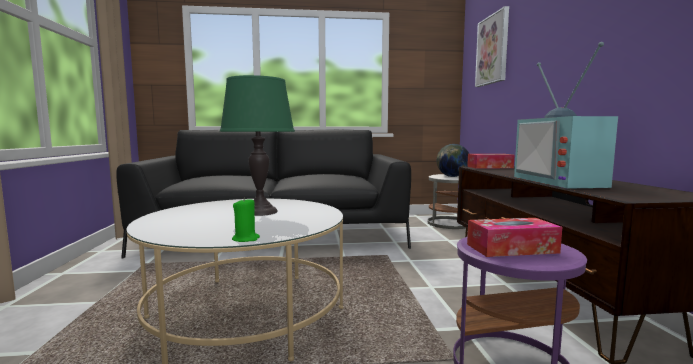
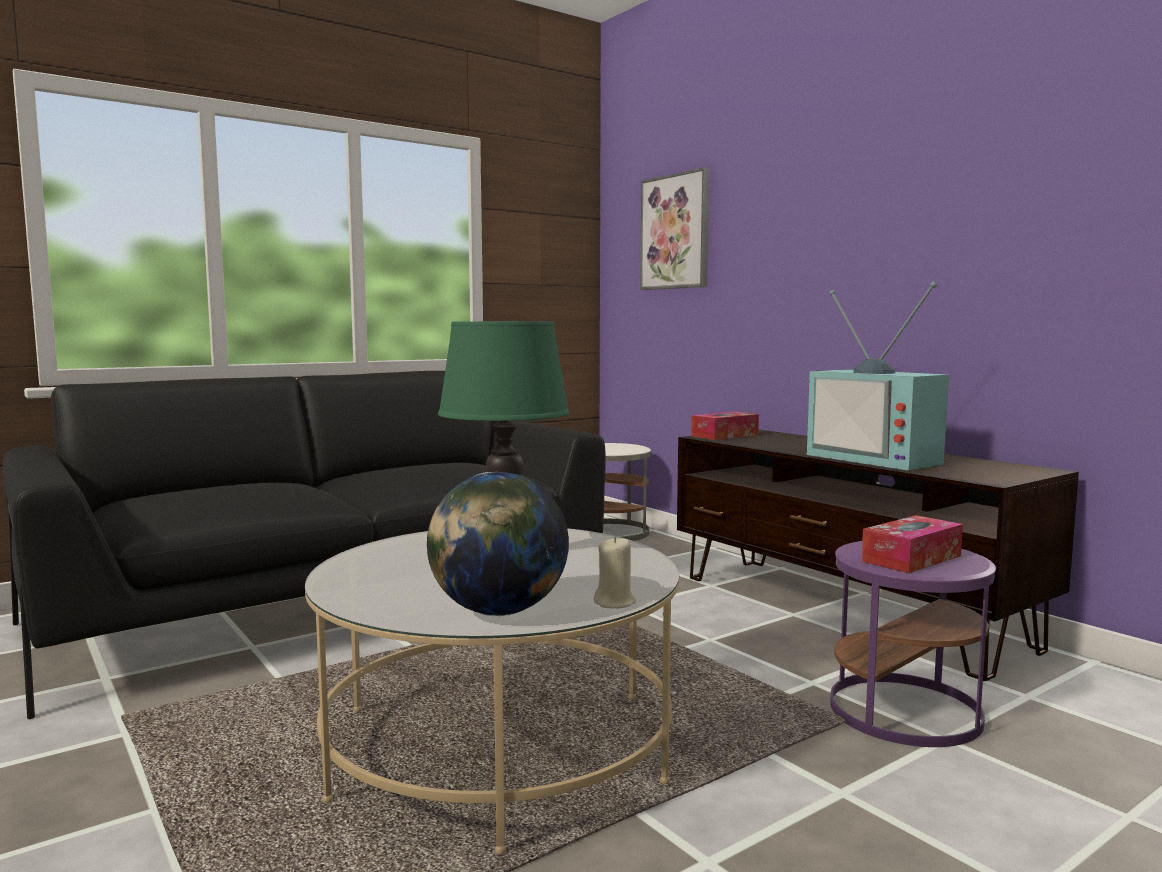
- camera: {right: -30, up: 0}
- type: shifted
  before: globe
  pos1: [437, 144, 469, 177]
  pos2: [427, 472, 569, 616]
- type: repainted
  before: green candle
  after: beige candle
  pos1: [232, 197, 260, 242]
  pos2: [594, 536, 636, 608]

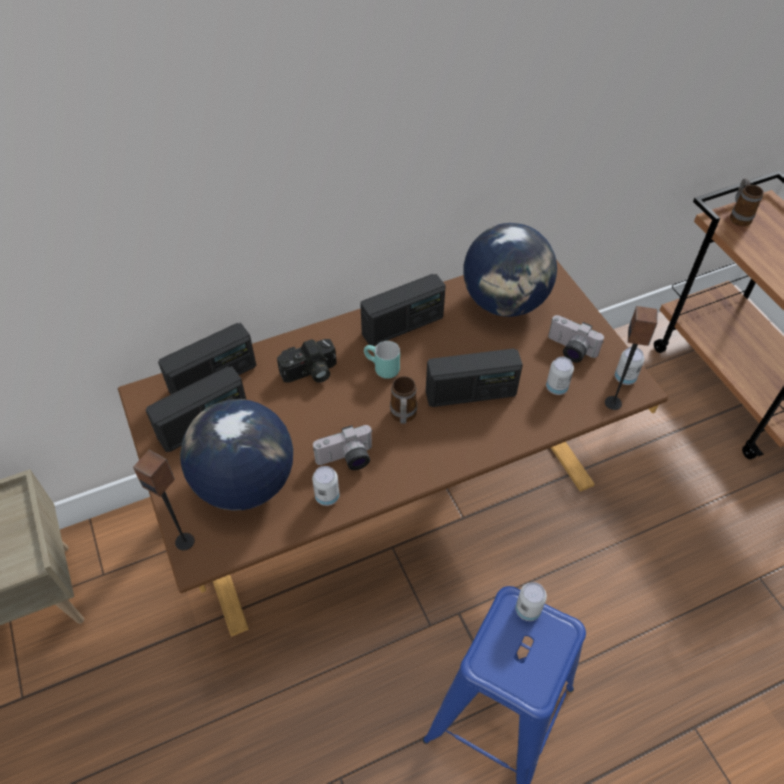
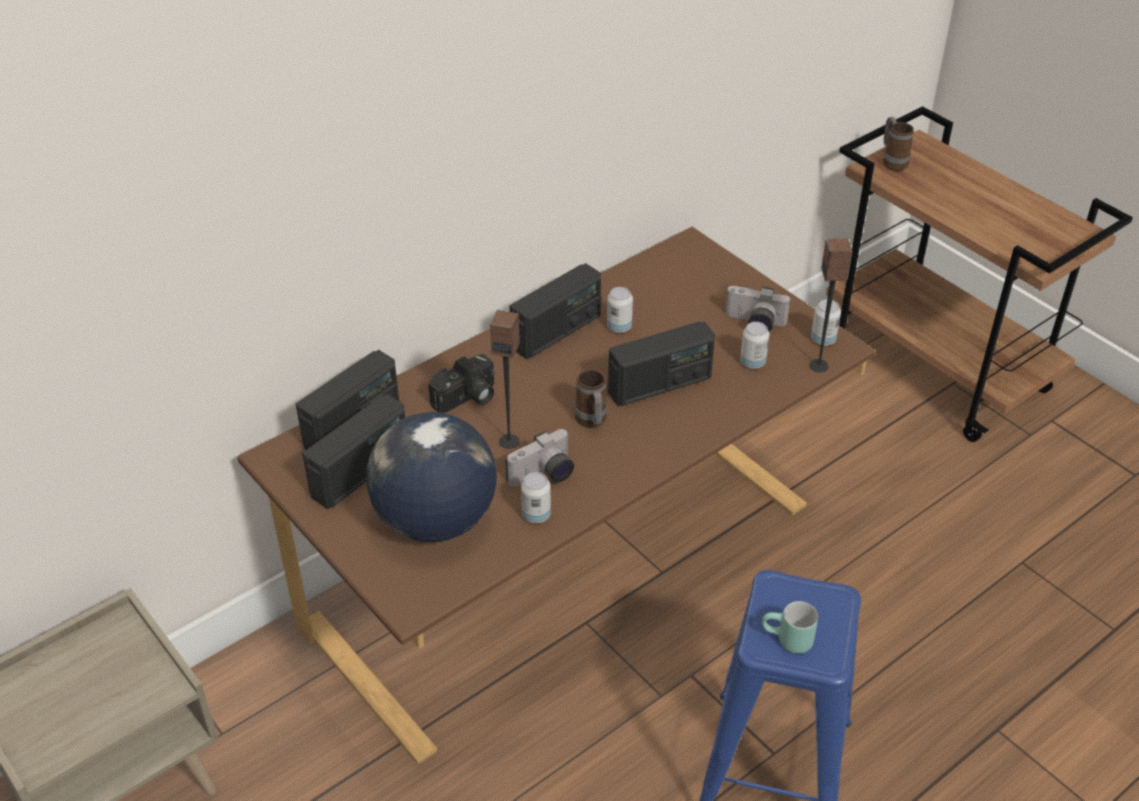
- camera: {right: -15, up: -10}
- type: gone
  before: globe
  pos1: [463, 223, 557, 317]
- type: shifted
  before: turquoise mug
  pos1: [364, 341, 400, 379]
  pos2: [762, 601, 818, 654]
- type: shifted
  before: speaker
  pos1: [133, 450, 195, 550]
  pos2: [490, 310, 520, 449]
- type: shifted
  before: can
  pos1: [516, 582, 547, 621]
  pos2: [607, 287, 633, 333]

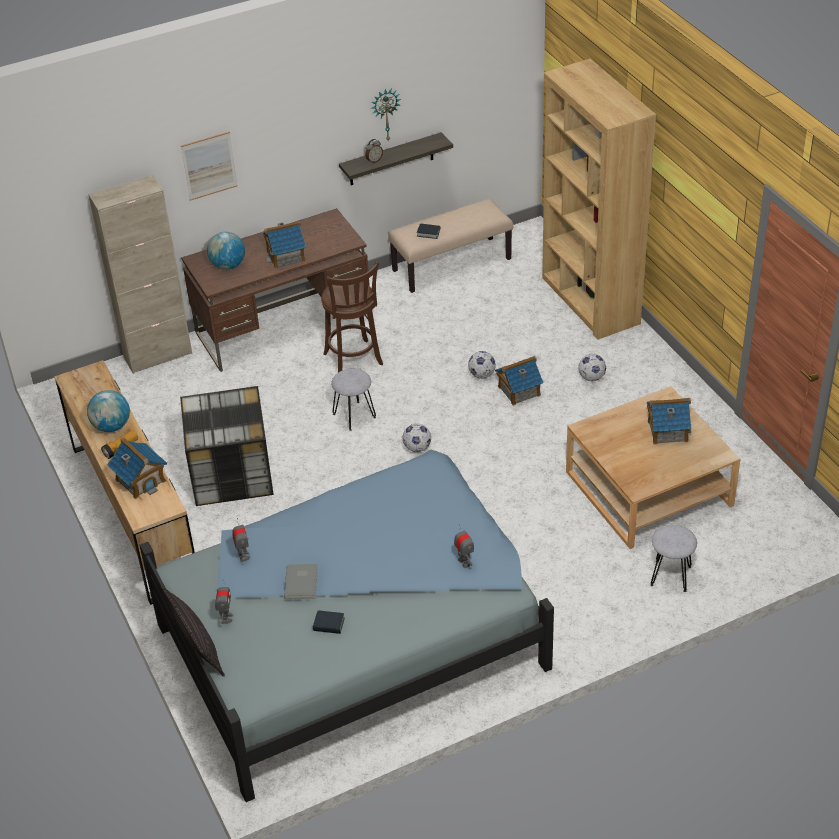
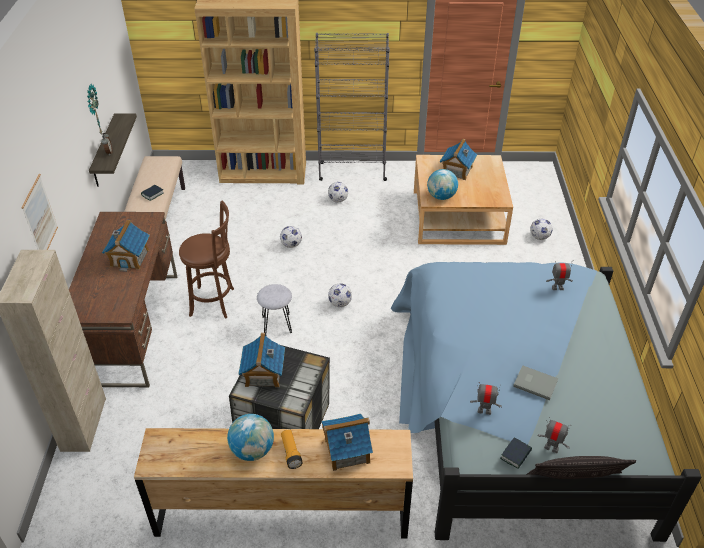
- camera: {right: -65, up: 0}
- type: shifted
  before: globe
  pos1: [207, 232, 245, 270]
  pos2: [427, 169, 458, 200]
- type: shifted
  before: toy house
  pos1: [495, 356, 544, 406]
  pos2: [238, 333, 285, 388]
- type: swapped
  before: grey stool
  after: football
  pos1: [651, 525, 697, 592]
  pos2: [530, 218, 552, 240]
- type: shifted
  before: book
  pos1: [313, 611, 345, 634]
  pos2: [500, 437, 532, 469]
- type: new
  after: grey bookcase
  pos2: [314, 33, 390, 181]

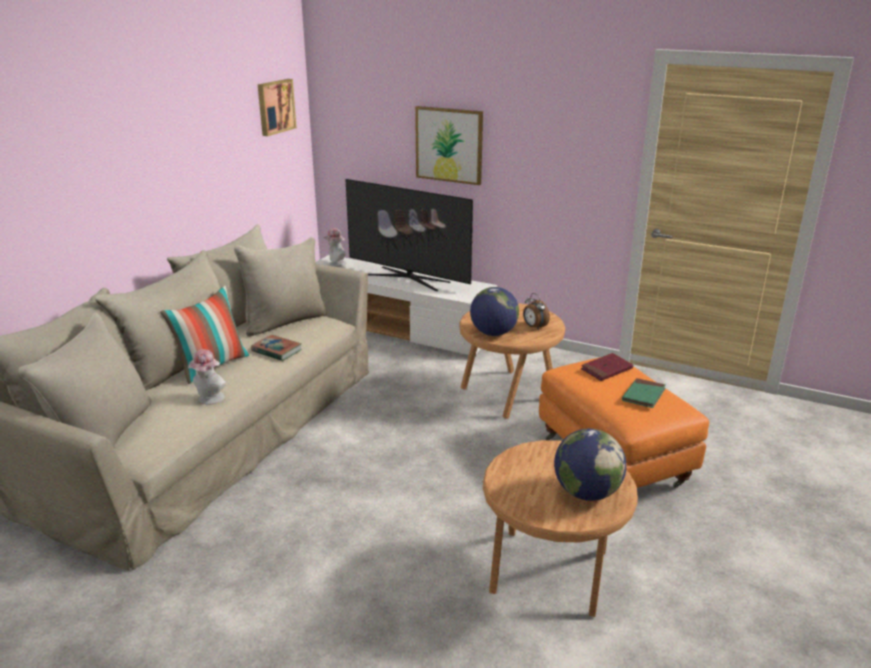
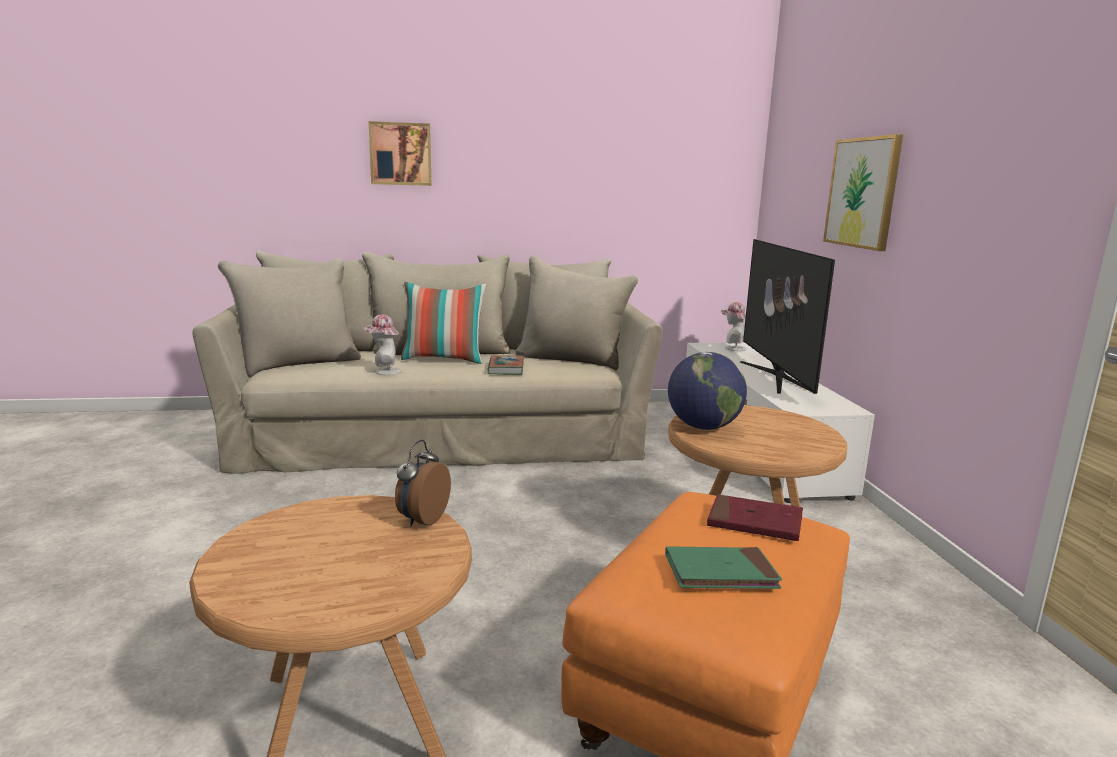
- camera: {right: 55, up: -10}
- type: shifted
  before: picture
  pos1: [258, 79, 297, 136]
  pos2: [368, 121, 431, 186]
- type: shifted
  before: alarm clock
  pos1: [523, 293, 550, 330]
  pos2: [395, 440, 451, 527]
- type: gone
  before: globe
  pos1: [554, 429, 626, 501]

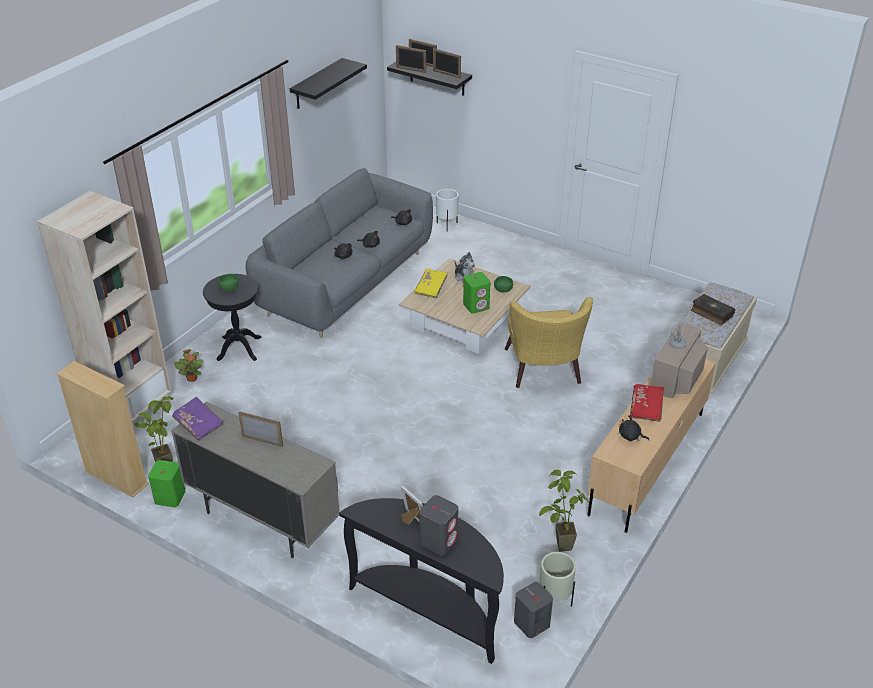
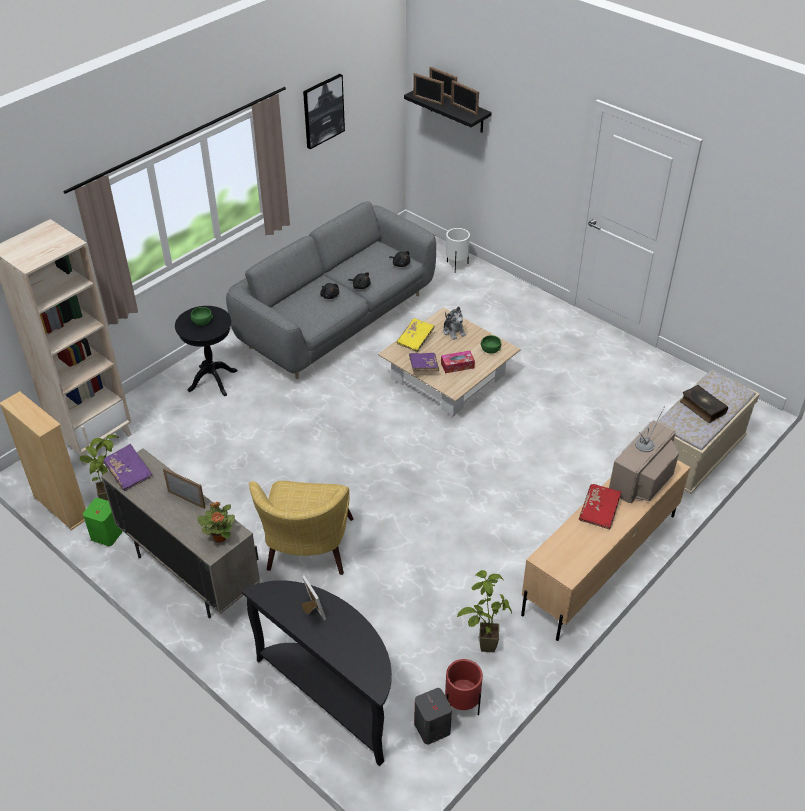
- camera: {right: 10, up: 5}
- type: swapped
  before: black shelf
  after: picture
  pos1: [290, 58, 367, 109]
  pos2: [303, 74, 345, 149]
- type: swapped
  before: green speaker
  after: tissue box
  pos1: [463, 272, 490, 314]
  pos2: [441, 351, 475, 373]
- type: shifted
  before: yellow armchair
  pos1: [505, 297, 593, 388]
  pos2: [249, 481, 353, 575]
- type: shifted
  before: potted plant
  pos1: [174, 349, 202, 382]
  pos2: [197, 502, 235, 543]
- type: gone
  before: black plush toy
  pos1: [619, 415, 649, 441]
- type: gone
  before: grey speaker
  pos1: [419, 495, 458, 555]
- type: repainted
  before: beige planter
  after: red planter
  pos1: [539, 552, 576, 607]
  pos2: [445, 659, 483, 716]
- type: new
  after: purple book
  pos2: [409, 353, 439, 372]

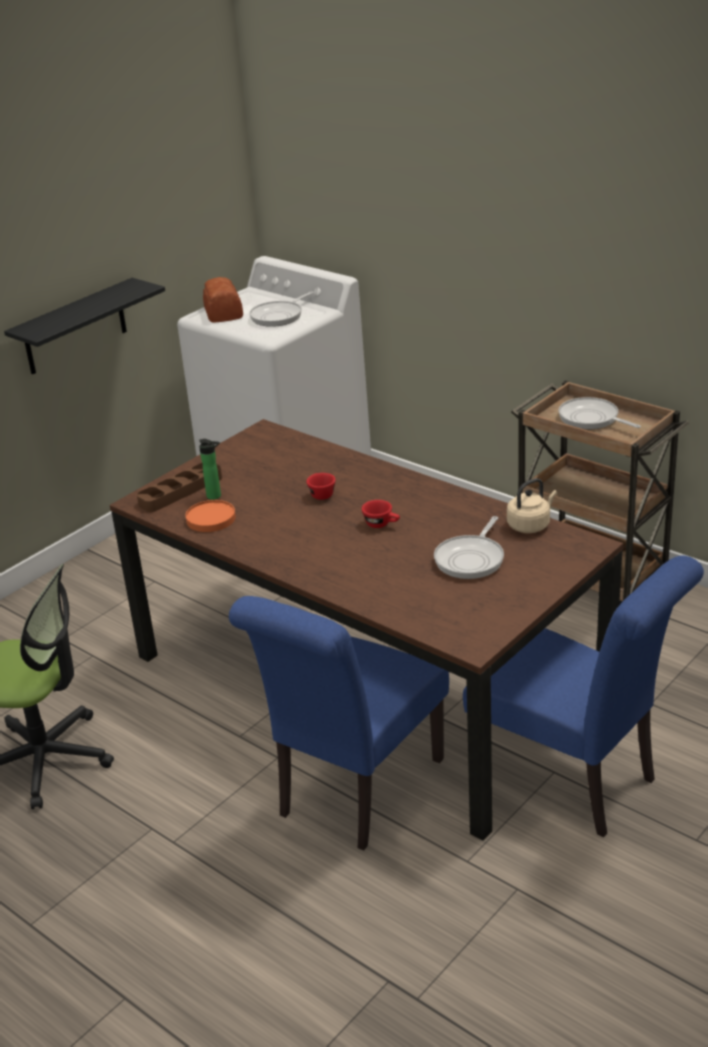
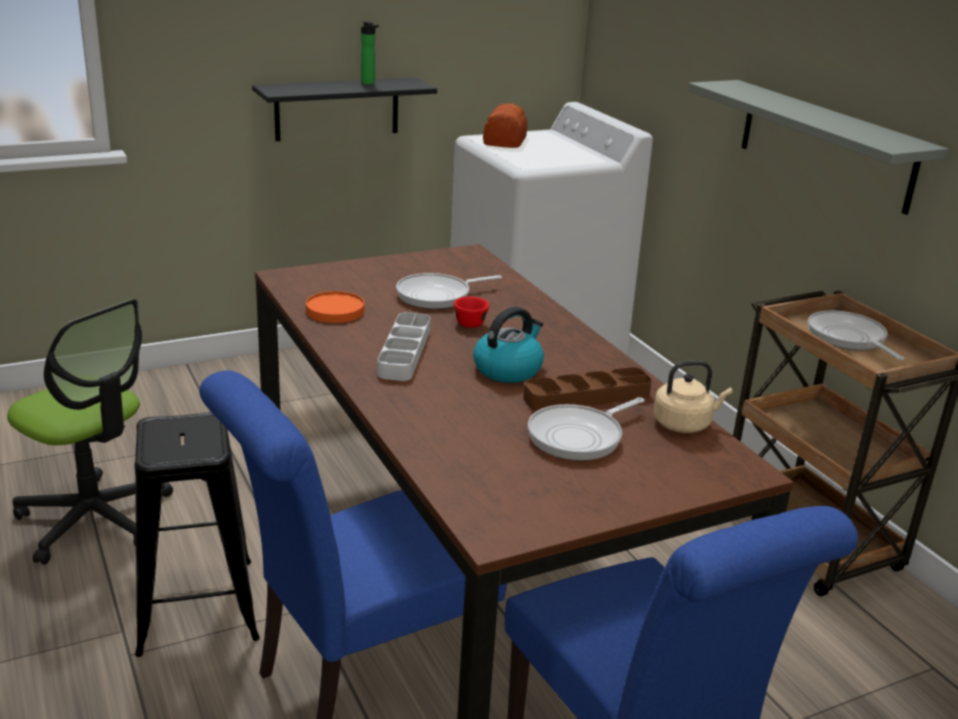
- camera: {right: 20, up: -5}
- type: shifted
  before: frying pan
  pos1: [249, 292, 314, 327]
  pos2: [396, 273, 502, 309]
- type: shifted
  before: bottle
  pos1: [199, 439, 221, 500]
  pos2: [361, 21, 379, 85]
- type: shifted
  before: brown tray
  pos1: [137, 463, 222, 512]
  pos2: [523, 367, 652, 411]
- type: swapped
  before: red cup
  after: kettle
  pos1: [362, 500, 400, 528]
  pos2: [473, 307, 544, 383]
- type: new
  after: grey shelf
  pos2: [688, 80, 949, 215]
- type: new
  after: grey tray
  pos2: [377, 312, 430, 381]
- type: new
  after: black stool
  pos2: [134, 412, 260, 657]

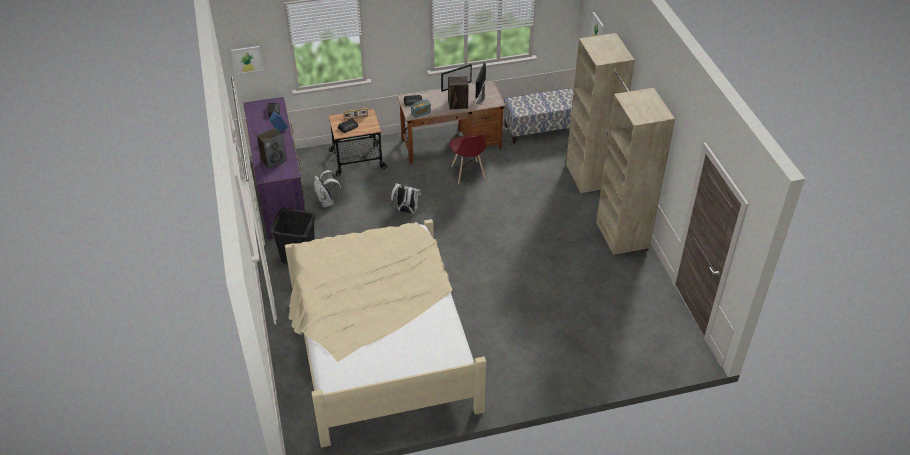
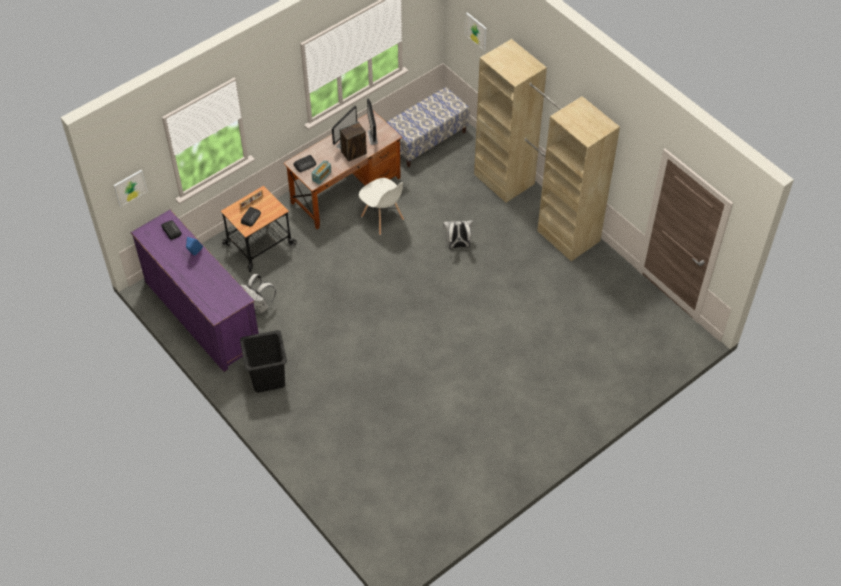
- camera: {right: -25, up: 10}
- type: gone
  before: speaker
  pos1: [257, 128, 287, 169]
- type: repainted
  before: red chair
  after: white chair
  pos1: [449, 135, 487, 184]
  pos2: [359, 178, 404, 235]
- type: shifted
  before: white backpack
  pos1: [391, 183, 421, 214]
  pos2: [443, 220, 473, 249]
- type: gone
  before: beige bed
  pos1: [285, 219, 486, 447]

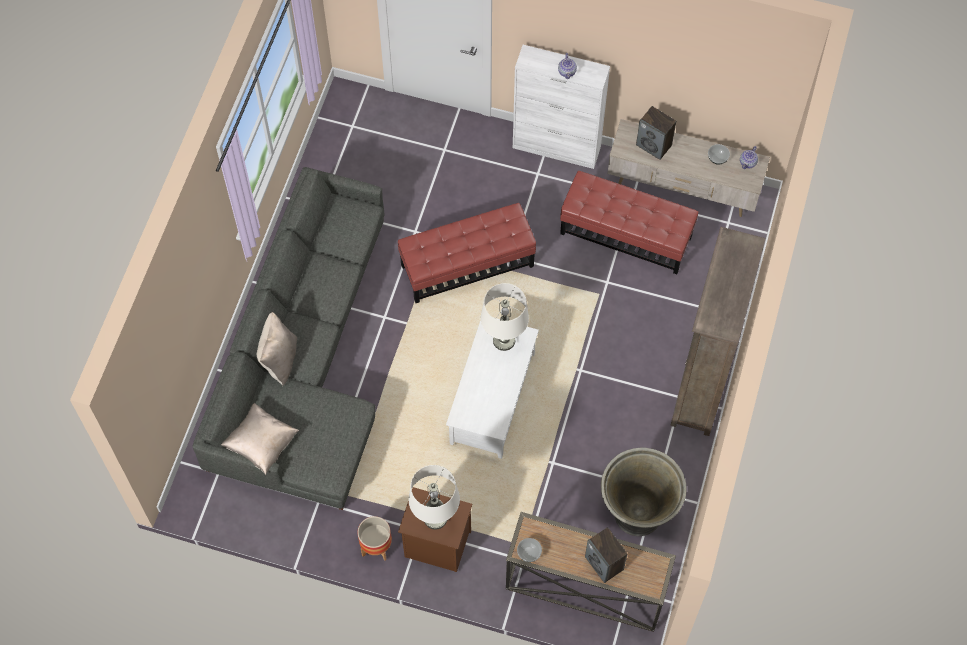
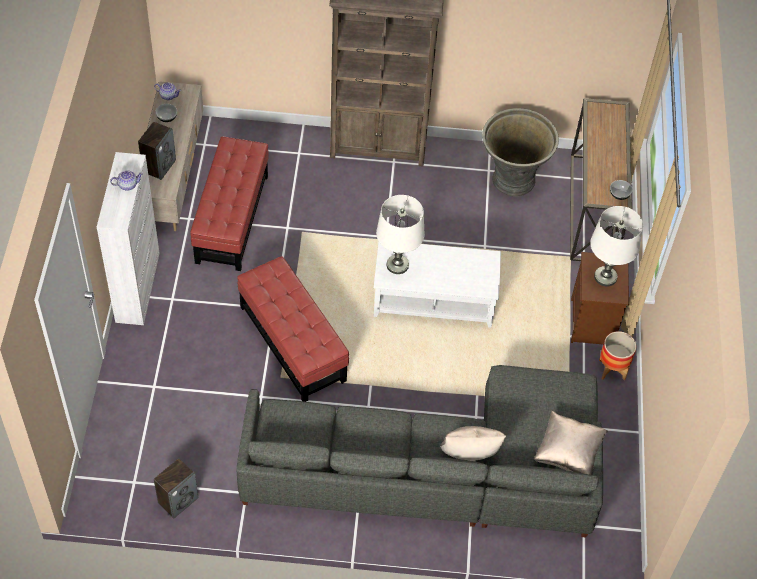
- camera: {right: -105, up: -10}
- type: shifted
  before: speaker
  pos1: [585, 527, 628, 583]
  pos2: [154, 458, 198, 519]

